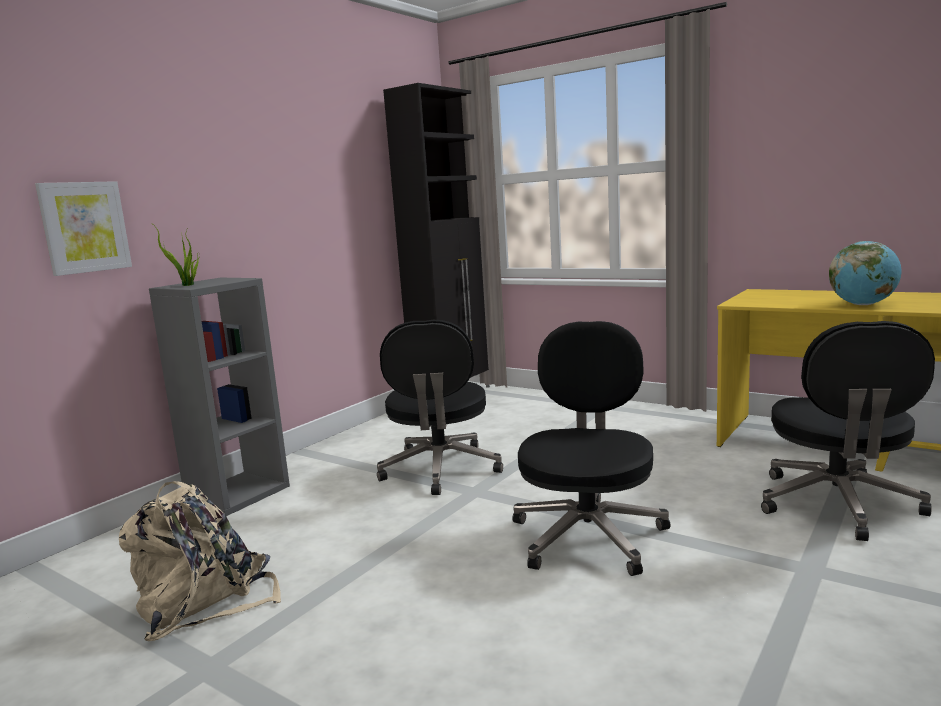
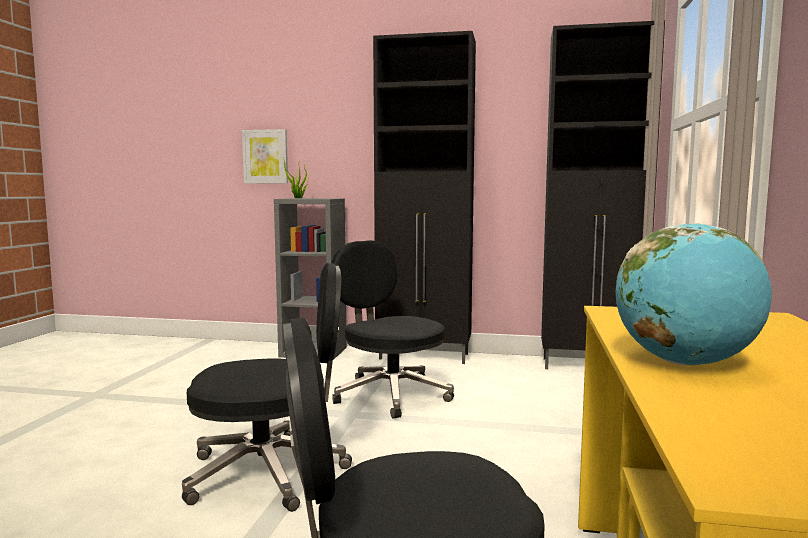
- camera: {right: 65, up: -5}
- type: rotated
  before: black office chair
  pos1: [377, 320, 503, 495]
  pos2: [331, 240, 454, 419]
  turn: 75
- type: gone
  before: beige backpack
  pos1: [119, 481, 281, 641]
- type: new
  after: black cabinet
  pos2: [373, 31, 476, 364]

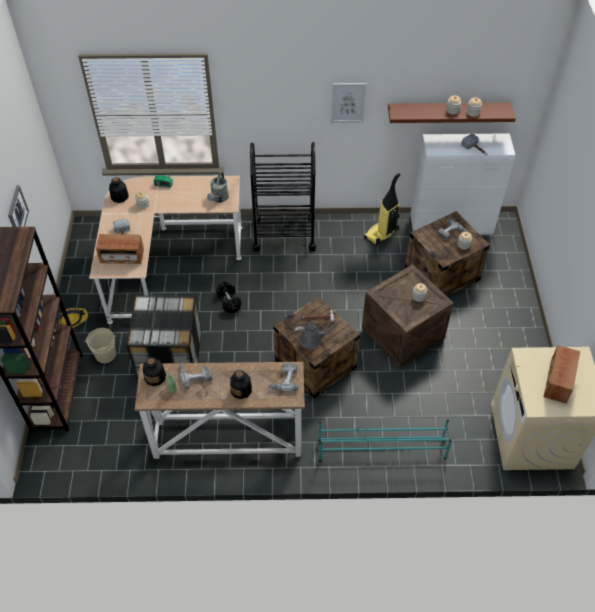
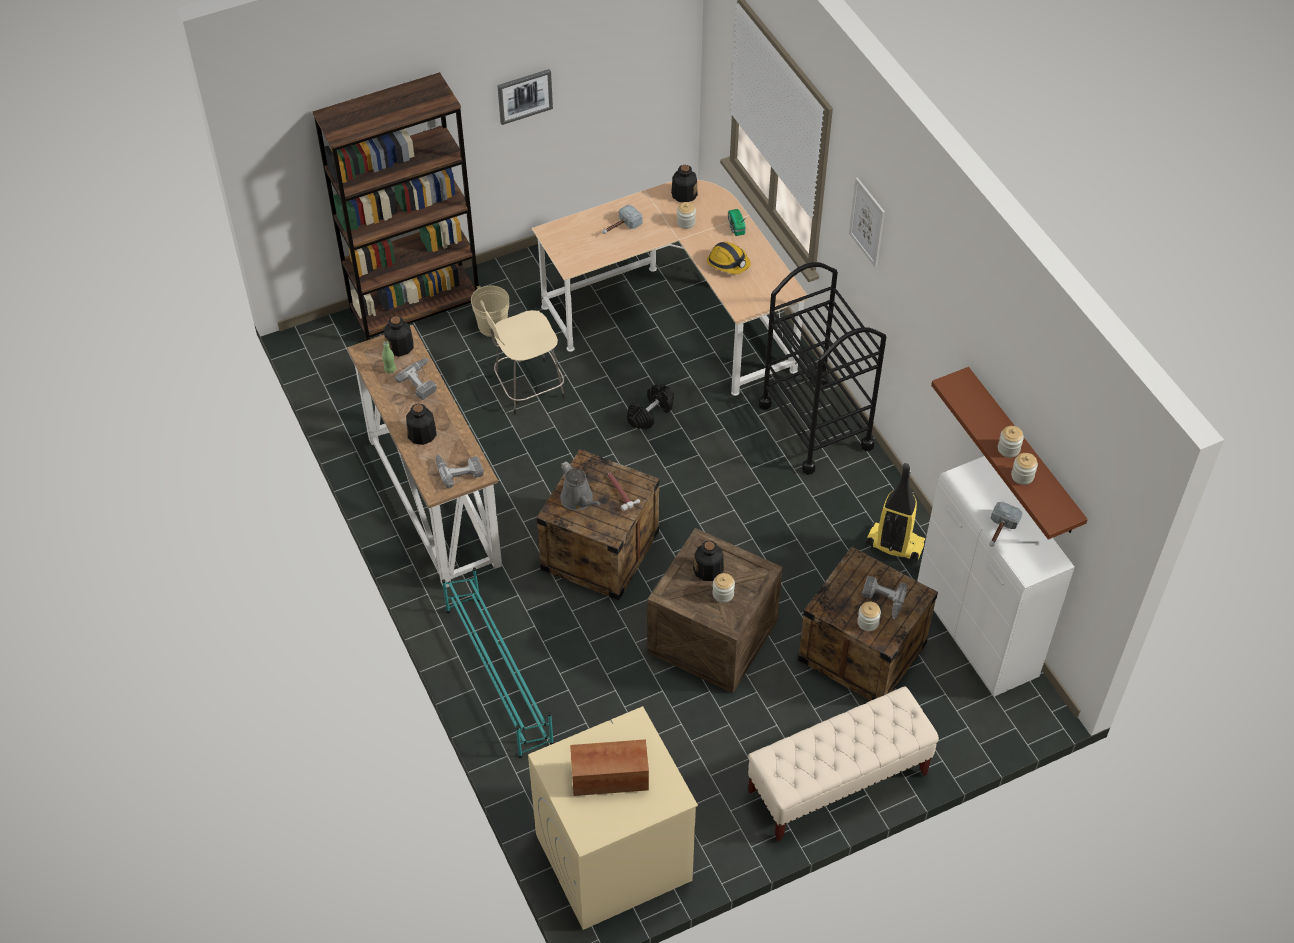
- camera: {right: 65, up: 0}
- type: shifted
  before: picture
  pos1: [331, 83, 367, 123]
  pos2: [849, 177, 885, 268]
- type: gone
  before: grey watering can
  pos1: [207, 172, 229, 203]
- type: gone
  before: radio
  pos1: [96, 234, 144, 264]
- type: swapped
  before: storage box
  after: beige stool
  pos1: [127, 295, 201, 379]
  pos2: [480, 300, 565, 415]
- type: shifted
  before: hard hat
  pos1: [59, 308, 88, 328]
  pos2: [707, 242, 751, 274]
- type: new
  after: bottle
  pos2: [693, 541, 724, 581]
- type: new
  after: beige bench
  pos2: [748, 686, 939, 841]

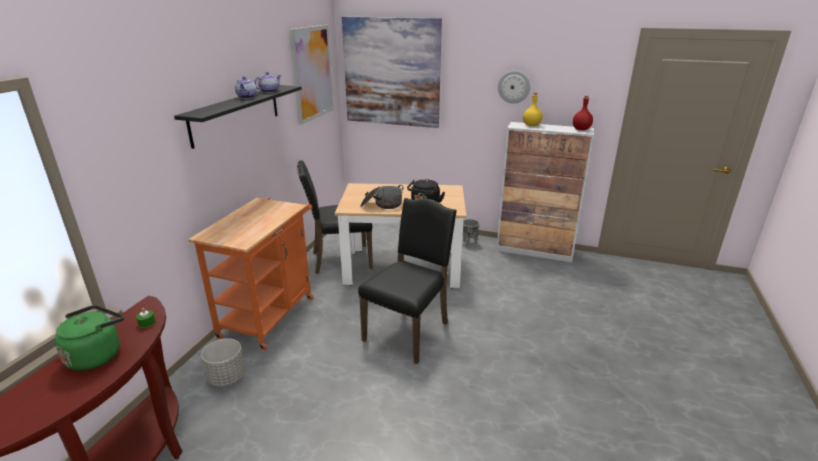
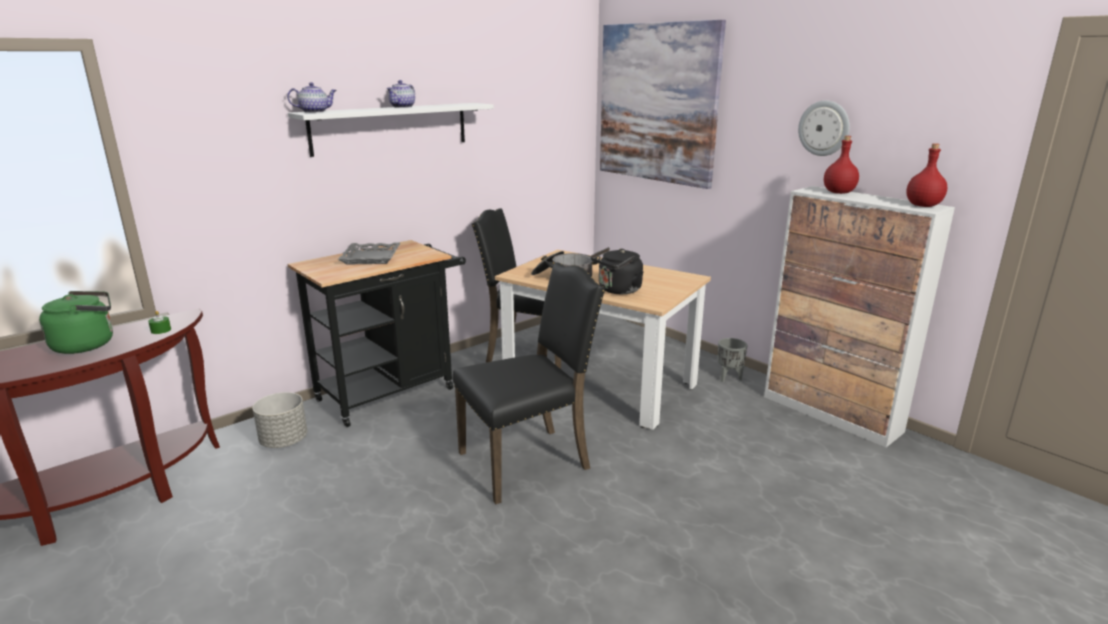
- camera: {right: 30, up: -5}
- type: gone
  before: picture
  pos1: [289, 25, 334, 125]
- type: shifted
  before: teapot
  pos1: [254, 72, 281, 93]
  pos2: [287, 82, 337, 113]
- type: repainted
  before: black shelf
  after: white shelf
  pos1: [174, 85, 302, 149]
  pos2: [288, 103, 493, 157]
- type: repainted
  before: yellow bottle
  after: red bottle
  pos1: [523, 92, 543, 126]
  pos2: [824, 136, 859, 194]
- type: repainted
  before: orange cart
  after: black cart
  pos1: [188, 198, 313, 351]
  pos2: [288, 240, 466, 427]
- type: new
  after: grey tray
  pos2: [338, 242, 400, 264]

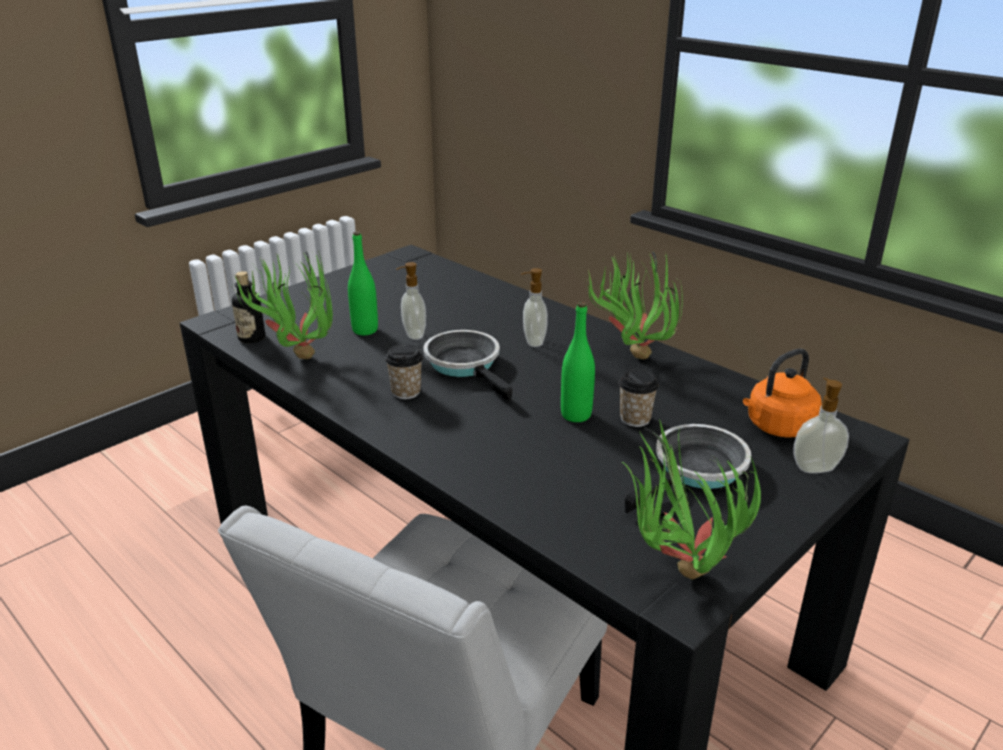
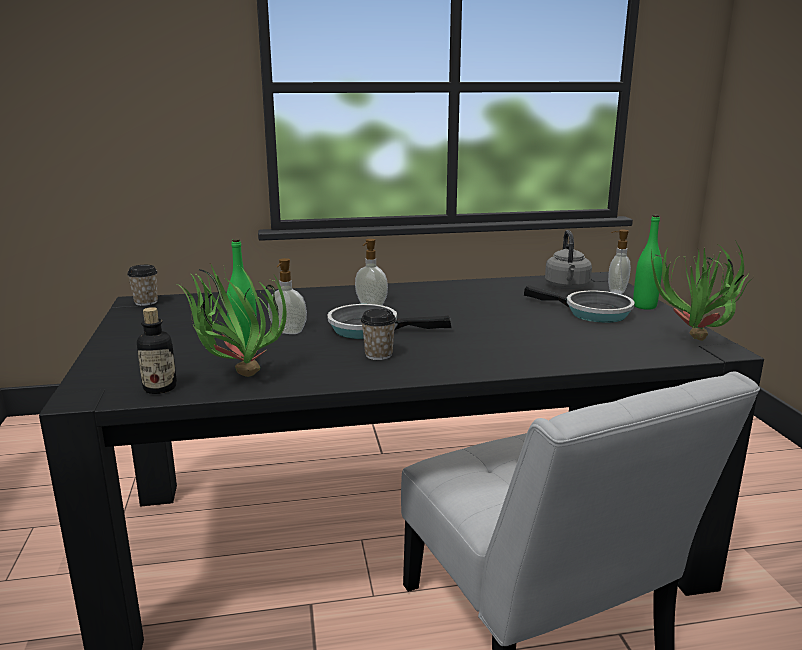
- camera: {right: -55, up: -10}
- type: gone
  before: potted plant
  pos1: [587, 251, 683, 359]
- type: shifted
  before: green bottle
  pos1: [561, 302, 595, 422]
  pos2: [633, 214, 663, 310]
- type: repainted
  before: orange kettle
  after: grey kettle
  pos1: [743, 349, 822, 438]
  pos2: [545, 230, 592, 289]
- type: shifted
  before: cup
  pos1: [619, 369, 659, 427]
  pos2: [127, 265, 158, 306]
- type: rotated
  before: frying pan
  pos1: [625, 424, 751, 513]
  pos2: [524, 285, 635, 323]
  turn: 135

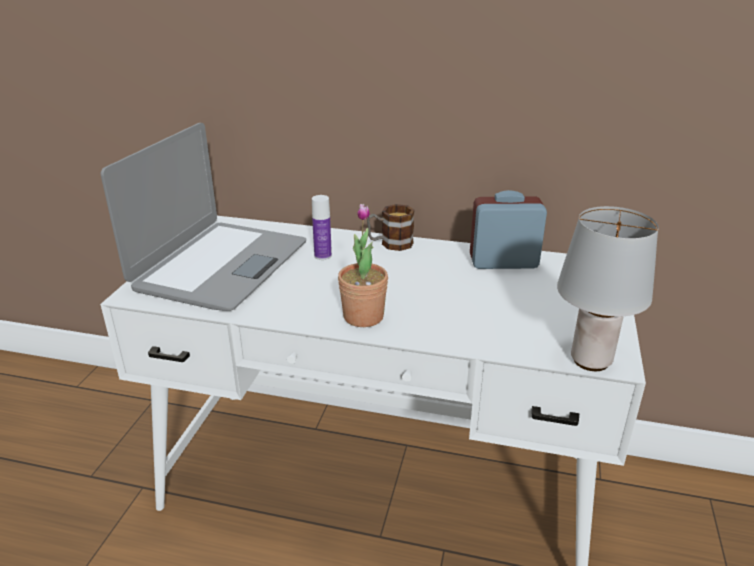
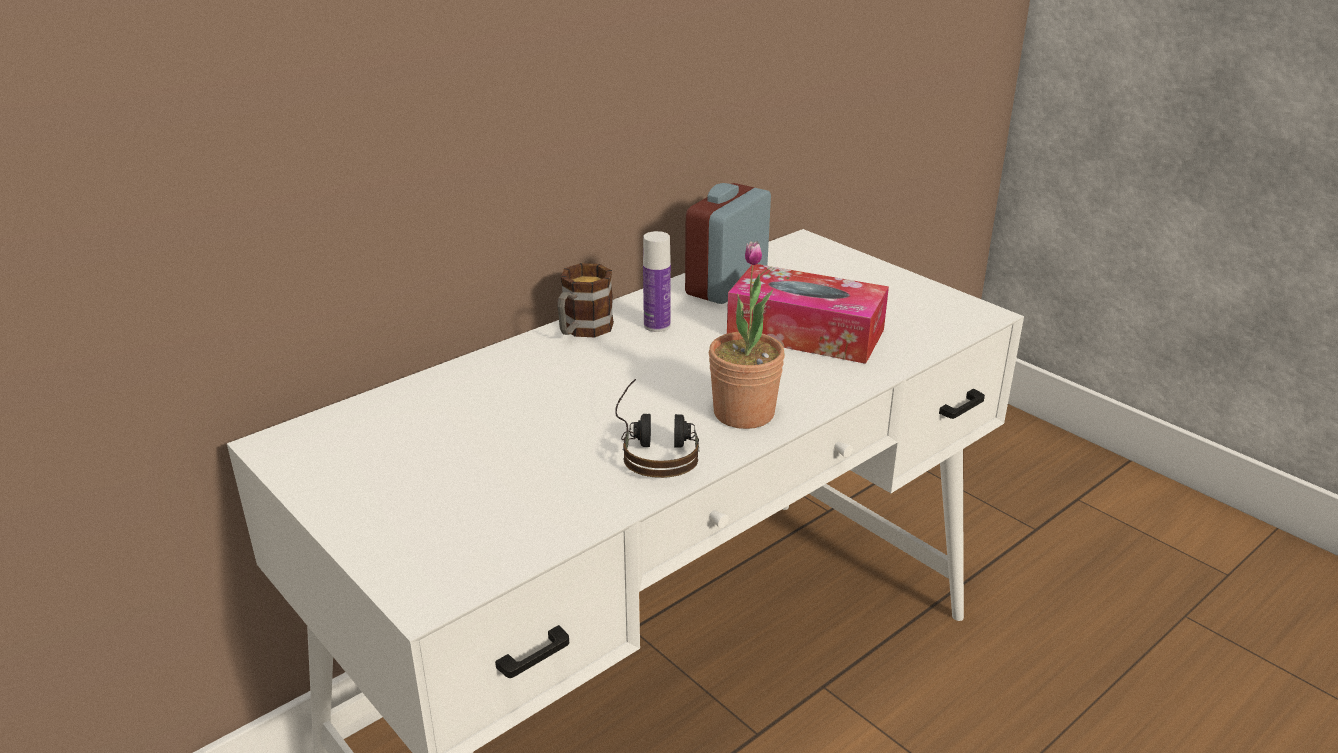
- camera: {right: -55, up: 0}
- type: gone
  before: laptop
  pos1: [101, 123, 306, 311]
- type: shifted
  before: bottle
  pos1: [312, 195, 332, 260]
  pos2: [643, 231, 671, 332]
- type: gone
  before: grey table lamp
  pos1: [557, 206, 659, 371]
- type: new
  after: tissue box
  pos2: [727, 264, 889, 364]
- type: new
  after: headphones
  pos2: [615, 379, 700, 478]

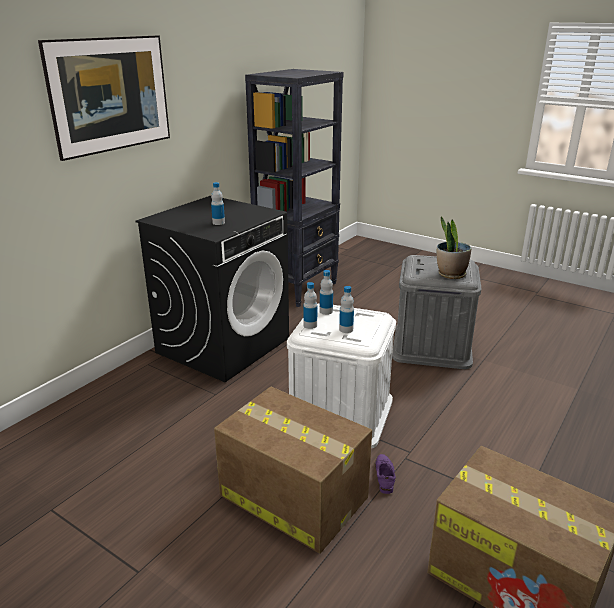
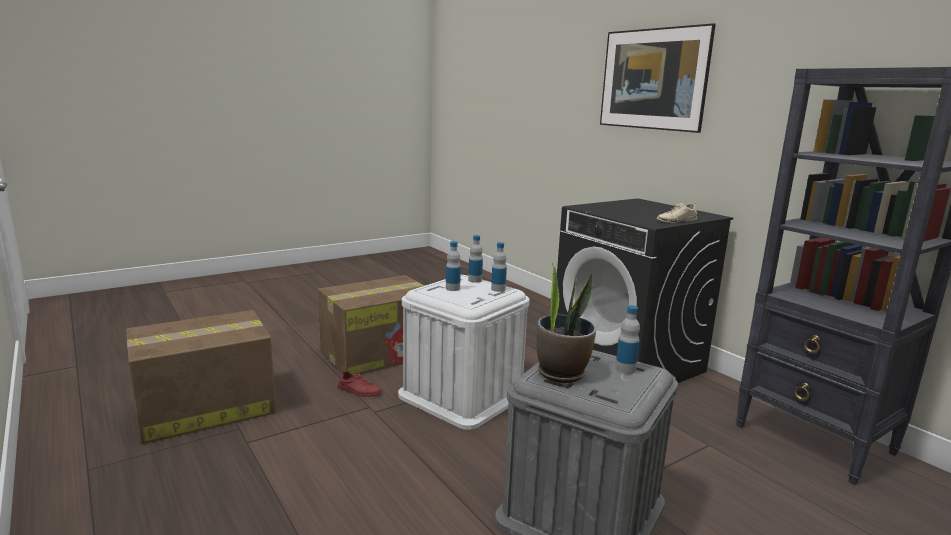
- camera: {right: 110, up: -10}
- type: shifted
  before: bottle
  pos1: [211, 182, 225, 225]
  pos2: [615, 305, 640, 374]
- type: repainted
  before: purple shoe
  after: red shoe
  pos1: [375, 454, 396, 494]
  pos2: [338, 370, 382, 397]
- type: new
  after: beige shoe
  pos2: [657, 202, 697, 223]

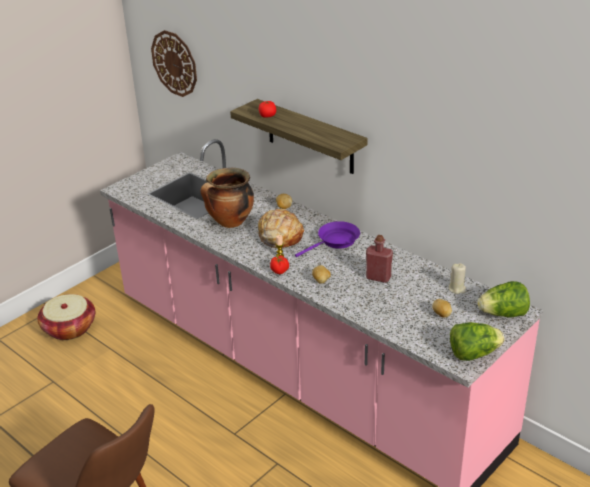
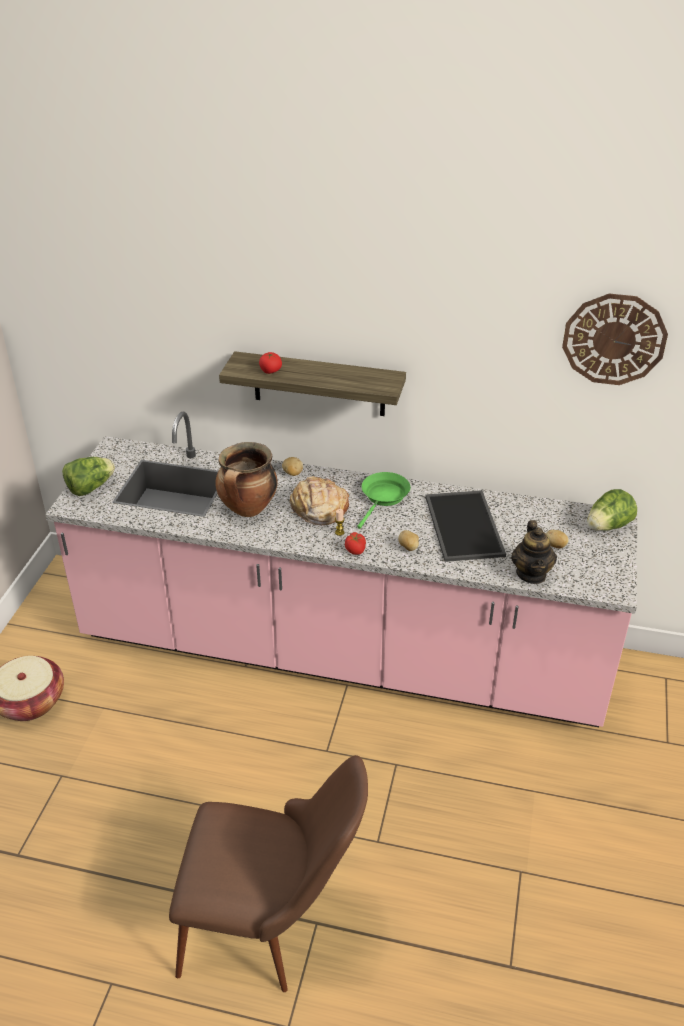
- camera: {right: -30, up: 5}
- type: shifted
  before: wall clock
  pos1: [151, 30, 197, 97]
  pos2: [562, 294, 668, 385]
- type: repainted
  before: purple frying pan
  after: green frying pan
  pos1: [295, 221, 360, 257]
  pos2: [357, 472, 411, 529]
- type: swapped
  before: red bottle
  after: tray
  pos1: [366, 235, 393, 283]
  pos2: [425, 490, 506, 562]
- type: gone
  before: beige candle
  pos1: [449, 263, 466, 294]
- type: shifted
  before: lettuce
  pos1: [450, 322, 504, 361]
  pos2: [62, 457, 115, 496]
- type: new
  after: teapot
  pos2: [511, 520, 557, 584]

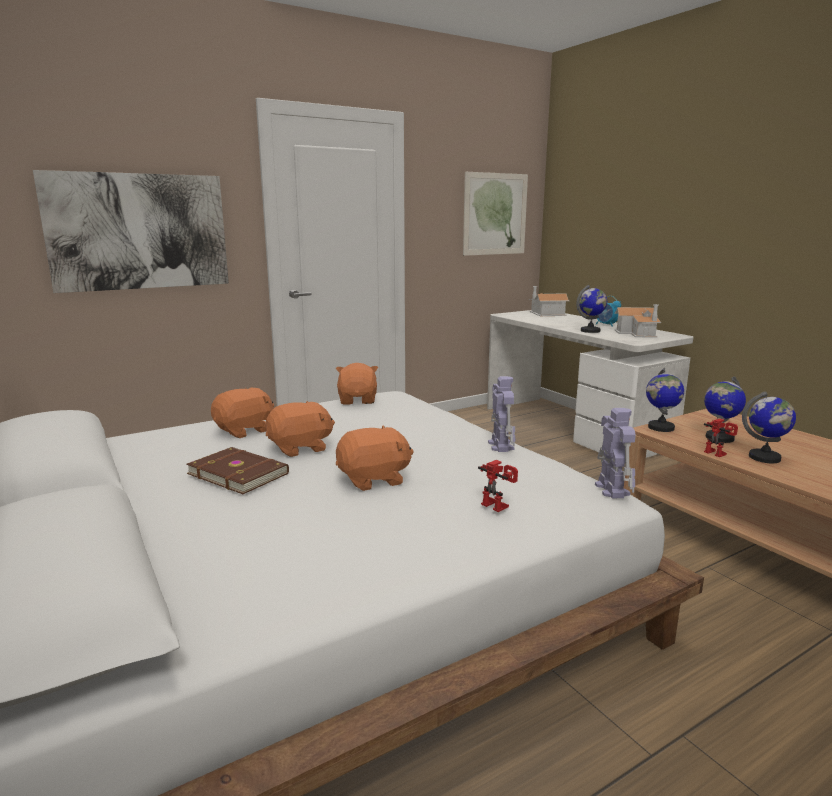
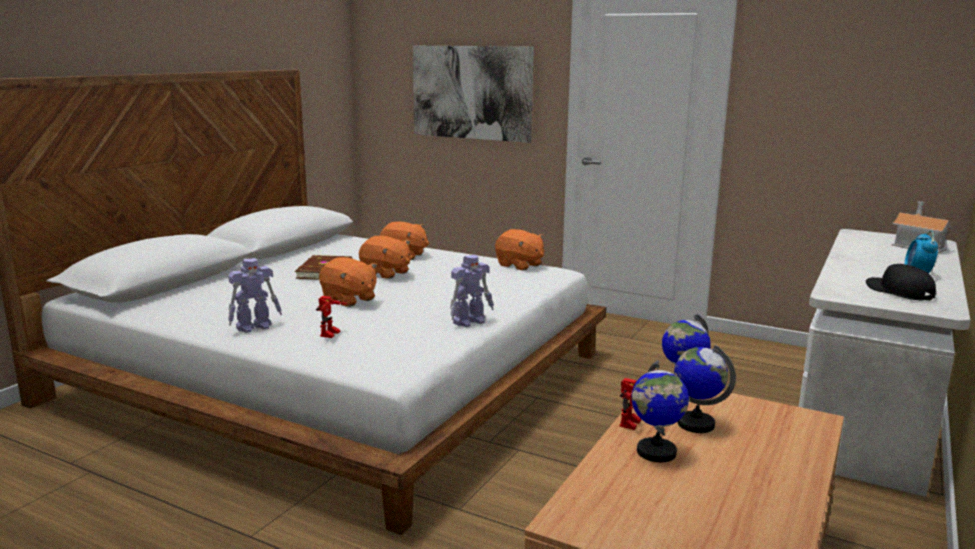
- camera: {right: 60, up: 0}
- type: gone
  before: picture
  pos1: [463, 172, 528, 256]
- type: gone
  before: globe
  pos1: [576, 285, 607, 333]
- type: swapped
  before: toy house
  after: black cap
  pos1: [615, 304, 661, 338]
  pos2: [866, 264, 936, 301]
- type: rotated
  before: orange plush toy
  pos1: [336, 363, 378, 405]
  pos2: [495, 229, 544, 271]
  turn: 75
- type: shifted
  before: toy robot
  pos1: [595, 408, 636, 499]
  pos2: [228, 258, 282, 333]

